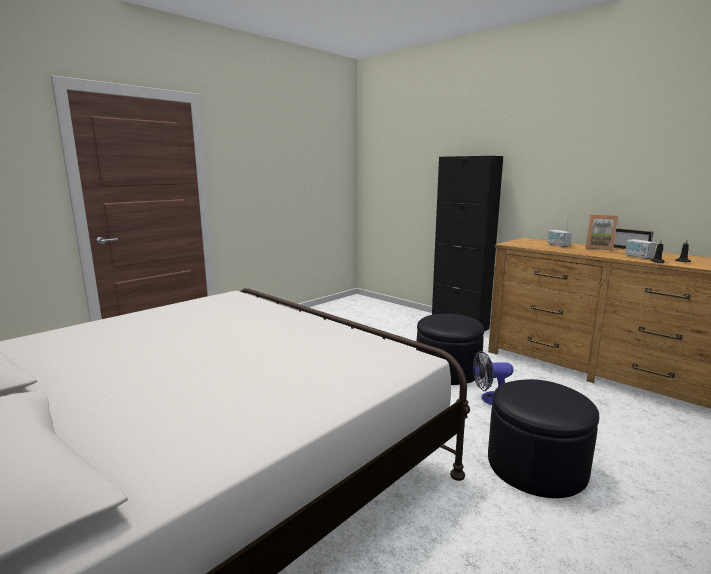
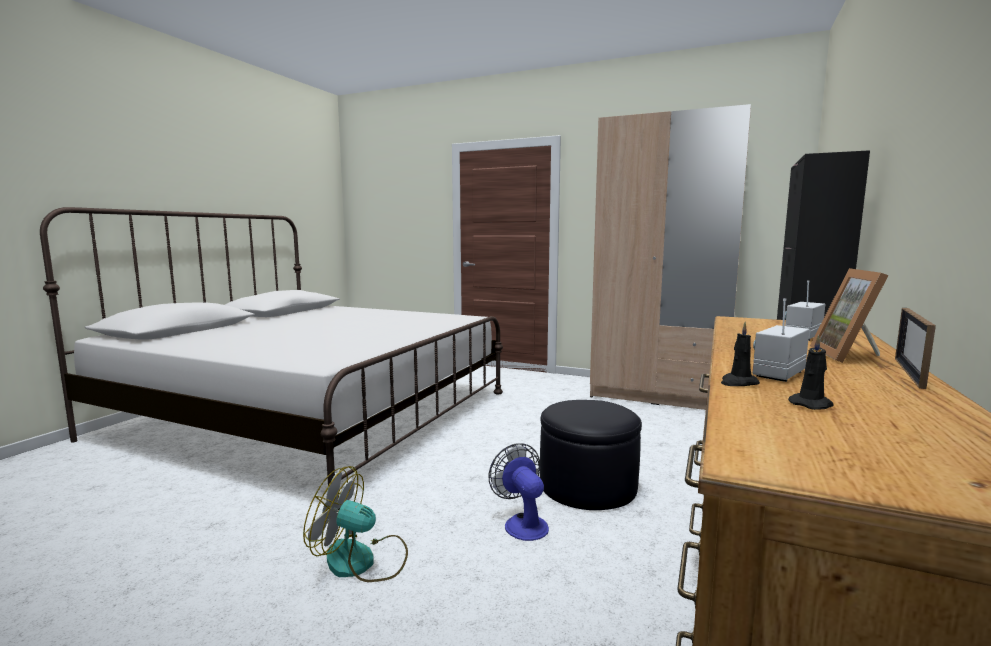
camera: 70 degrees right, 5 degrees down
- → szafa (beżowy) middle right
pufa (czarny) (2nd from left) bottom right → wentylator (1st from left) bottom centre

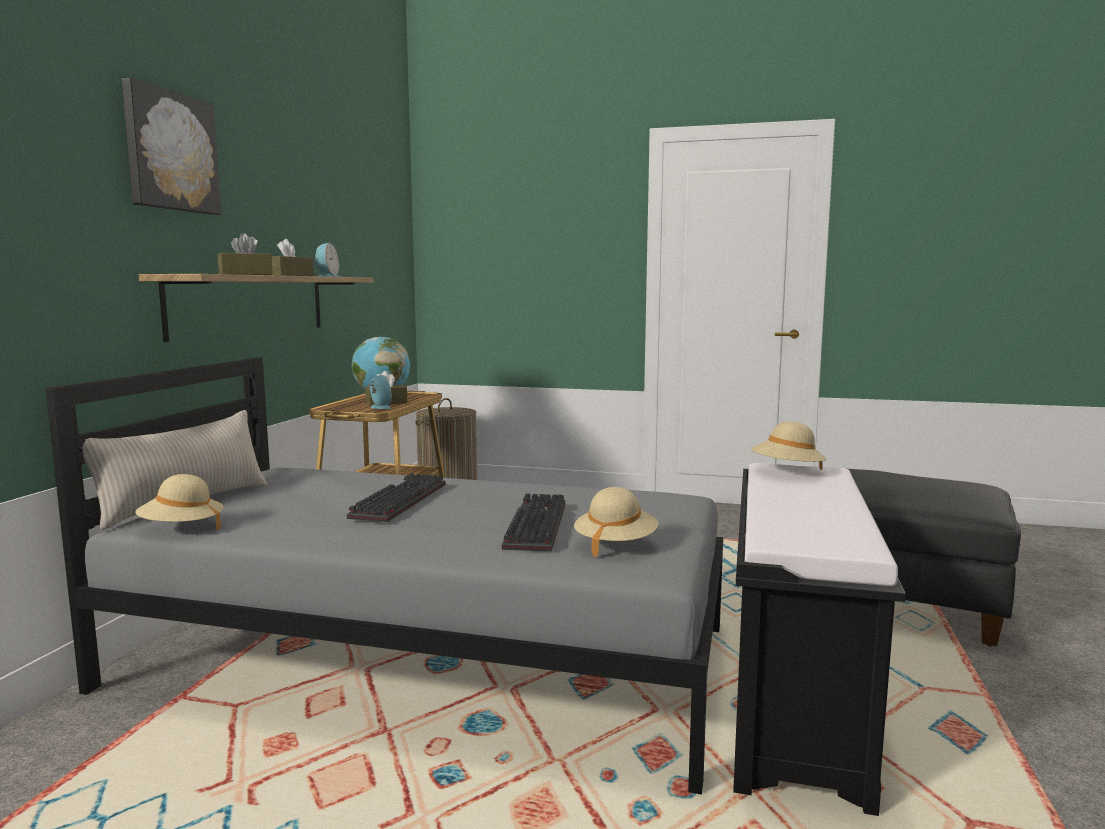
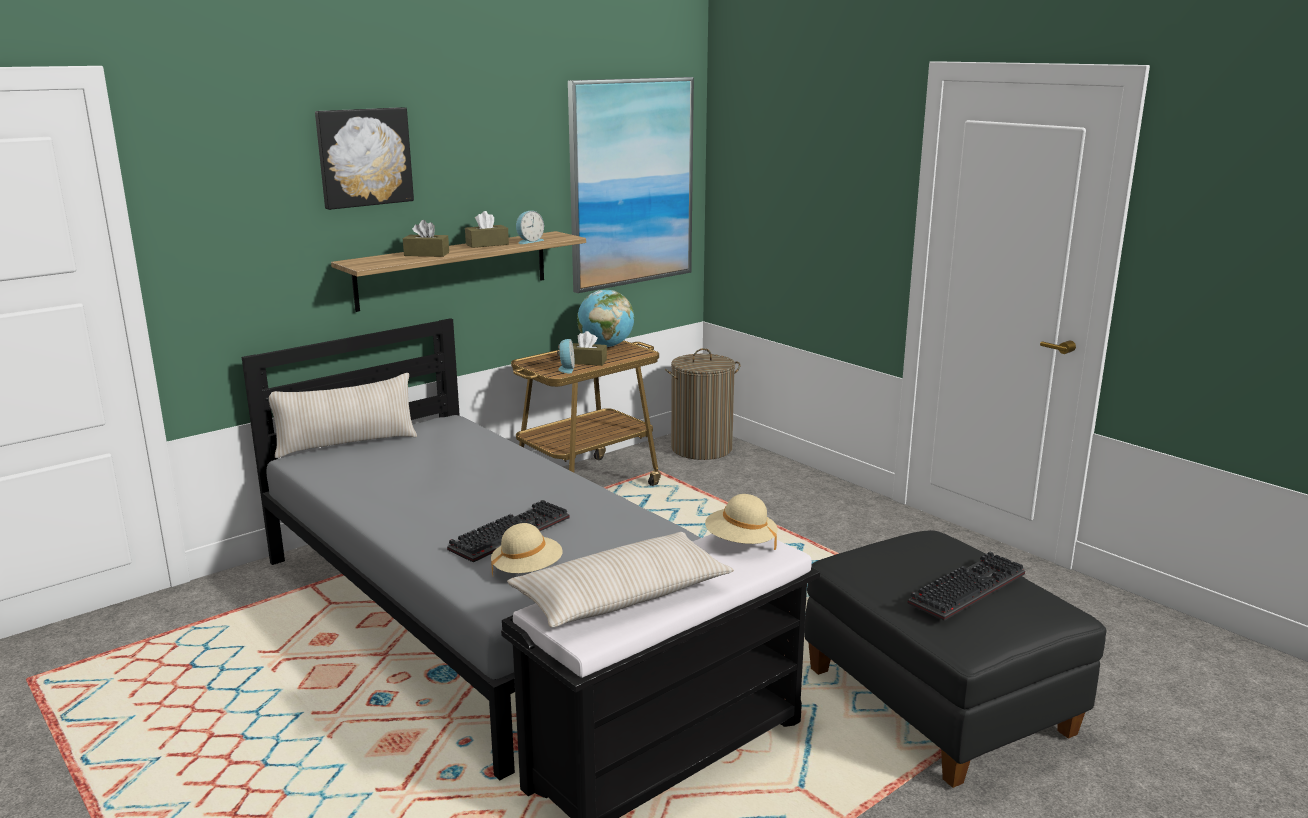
camera: 35 degrees right, 10 degrees up
kapelusz (beżowy) (1st from left) middle left → -
- → poduszka (beżowy) (2nd from left) bottom centre
- → obraz (2nd from left) top centre
klawiatura (1st from left in the first image) centre → klawiatura (2nd from left) bottom right, moved

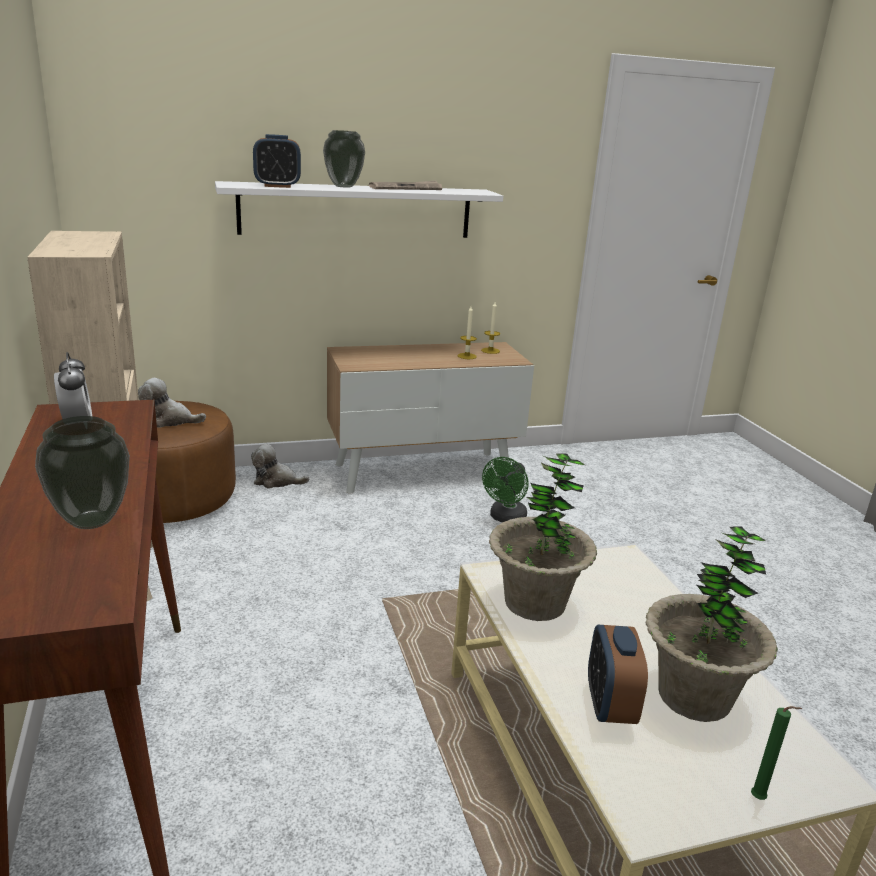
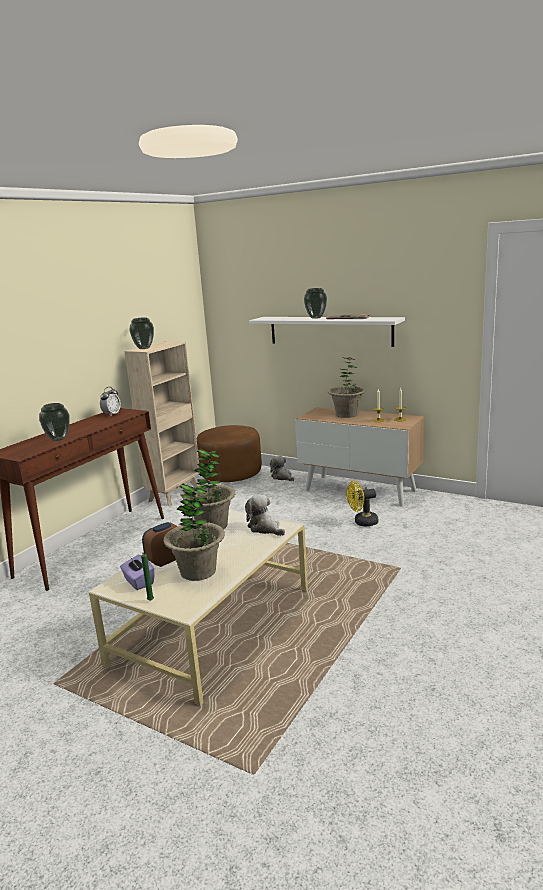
camera: 50 degrees right, 5 degrees down
budzik (2nd from left) top left → -
- → pudełko chusteczek (fioletowy) middle left
- → wazon (2nd from left) middle left
- → roślina doniczkowa (3rd from left) centre
pluszak (1st from left) middle left → pluszak (1st from left) centre, moved
wentylator (zielony) centre → wentylator (żółty) middle right

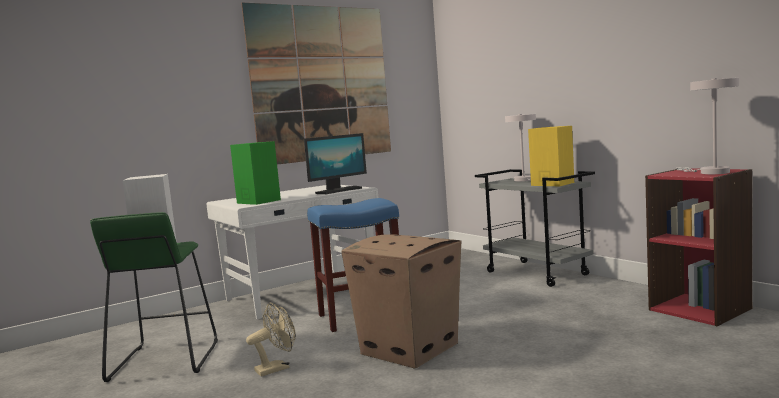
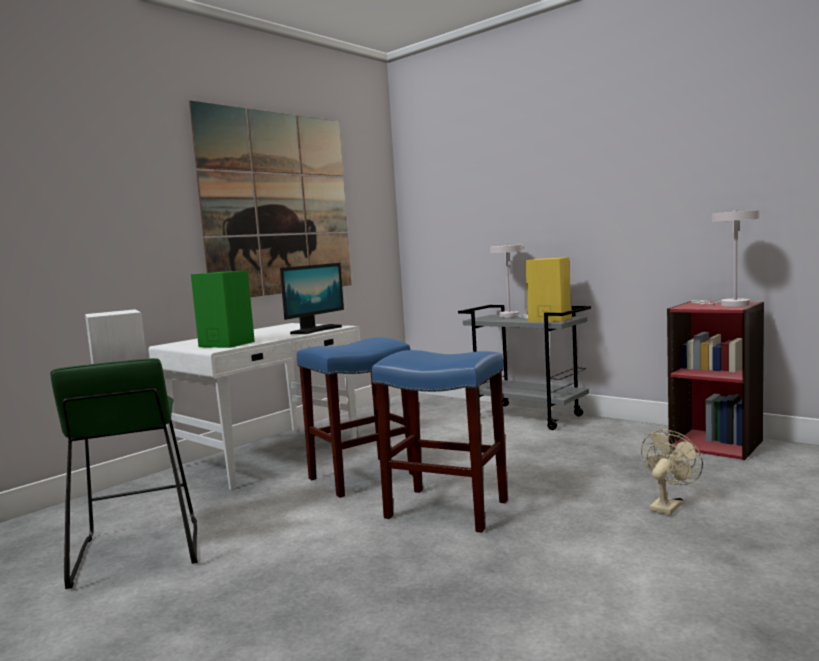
camera: 15 degrees left, 0 degrees up
wentylator (beżowy) bottom centre → wentylator (beżowy) bottom right, moved
karton bottom centre → stołek (niebieski) (2nd from left) bottom centre

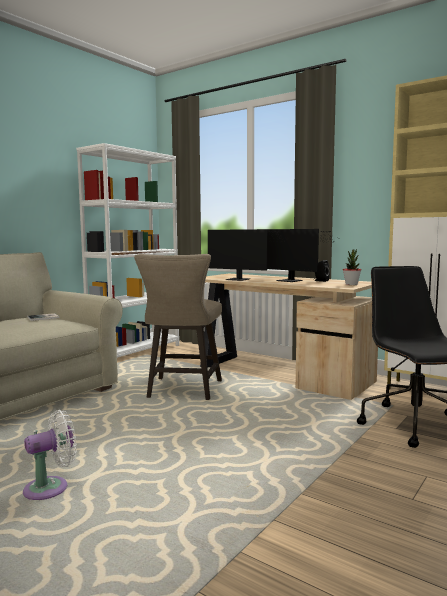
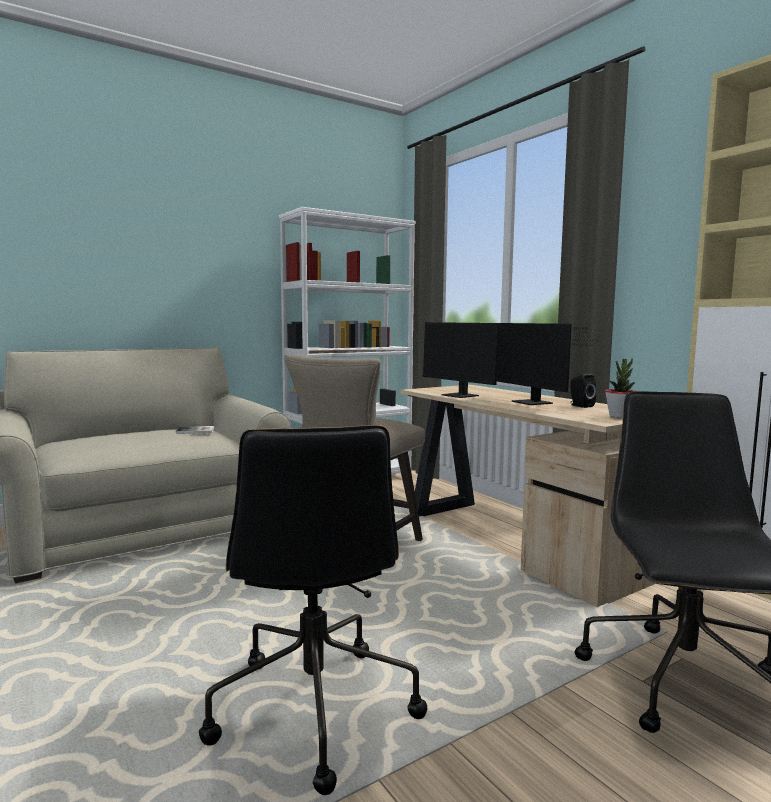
camera: 20 degrees right, 0 degrees up
wentylator (biały) bottom left → -
- → krzesło biurowe (czarny) (1st from left) bottom centre

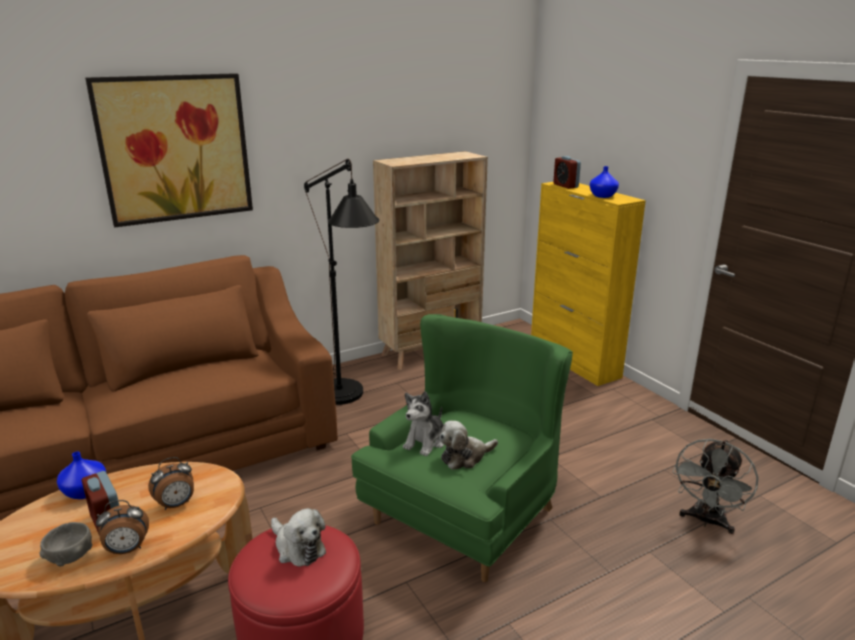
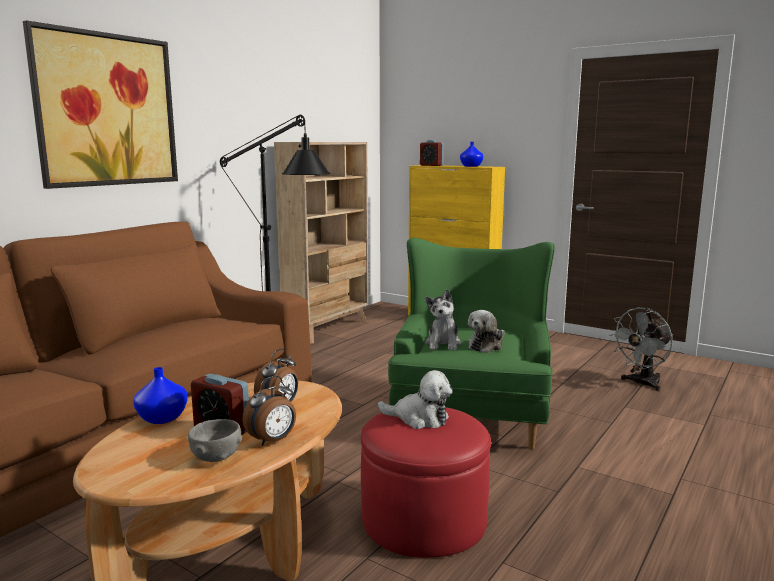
camera: 25 degrees left, 10 degrees down
wentylator (szary) bottom right → wentylator (szary) middle right, 45 degrees clockwise

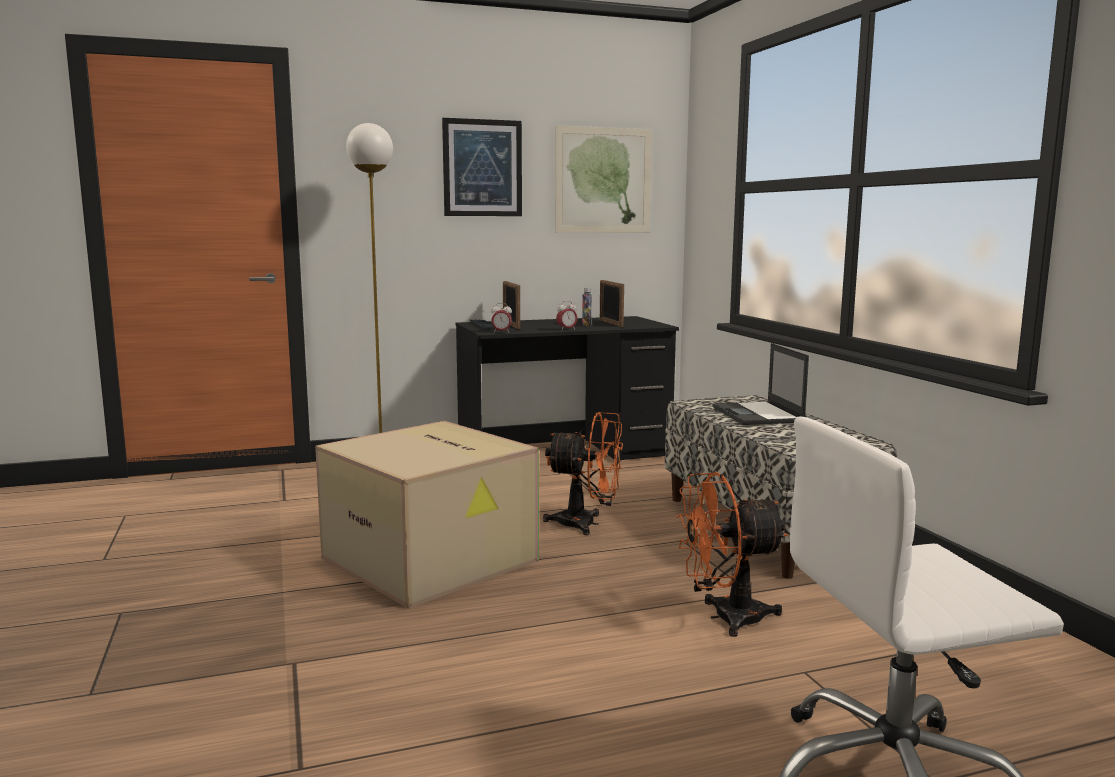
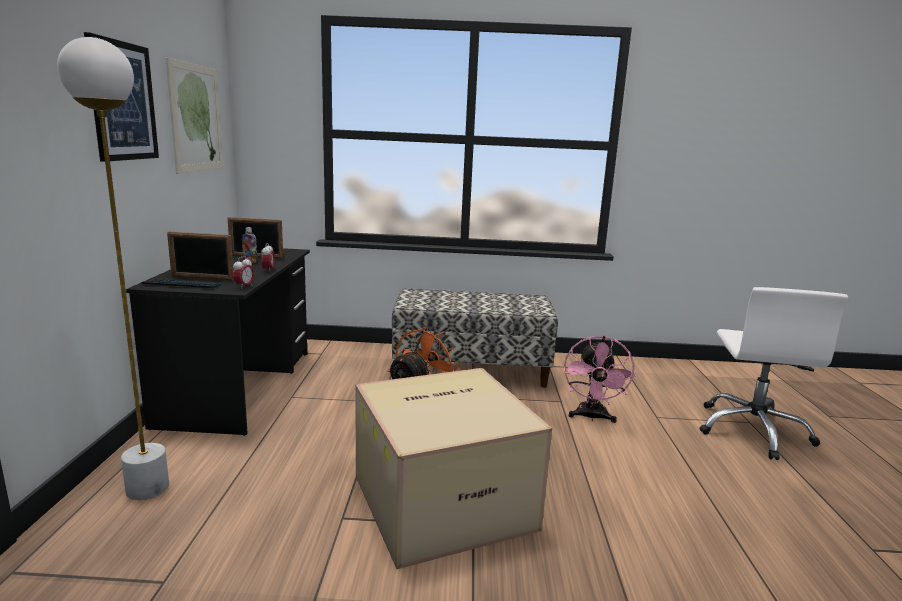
camera: 70 degrees left, 5 degrees up
laptop middle right → -
wentylator (pomarańczowy) (2nd from left) bottom centre → wentylator (różowy) centre

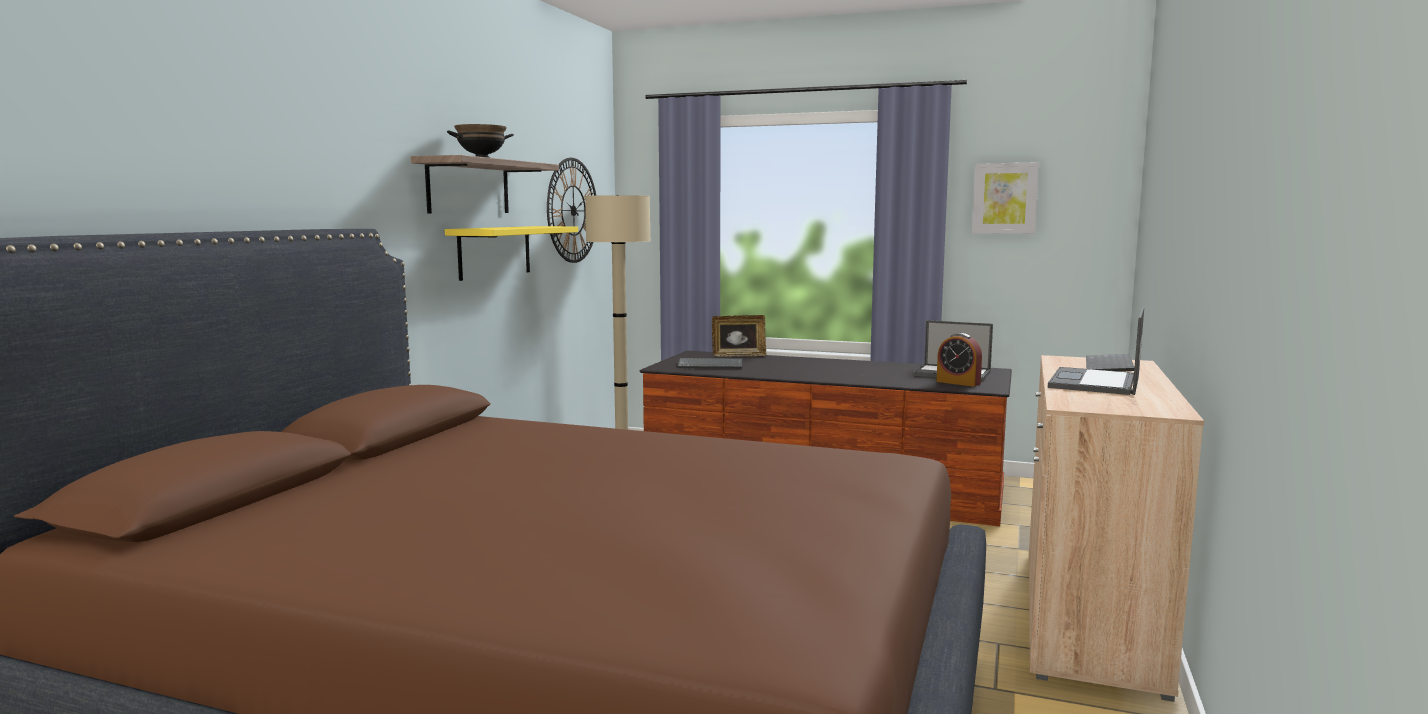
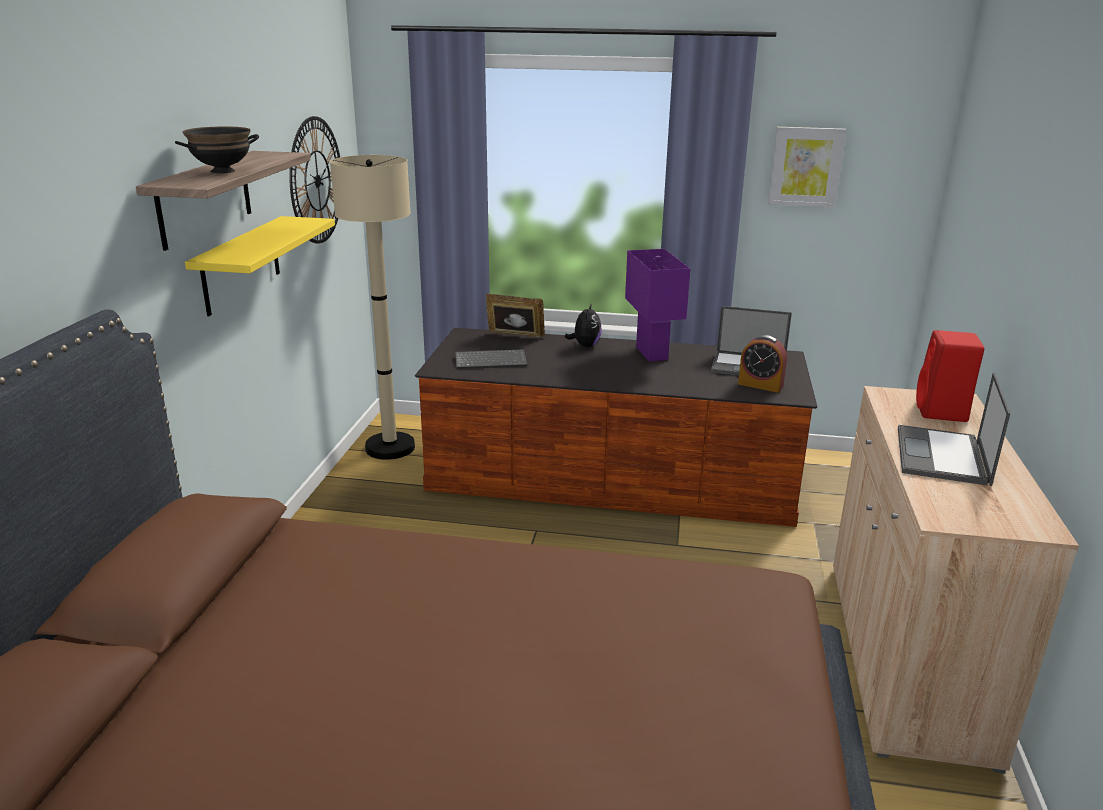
camera: 10 degrees left, 15 degrees up
- → pluszak centre
- → lampa stołowa (fioletowy) centre
klawiatura (2nd from left) middle right → głośnik (czerwony) middle right
ramka na zdjęcie centre, 150 degrees counterclockwise

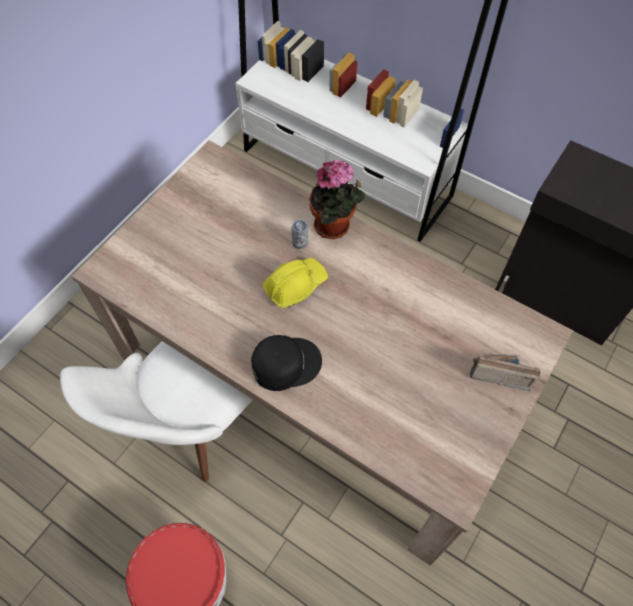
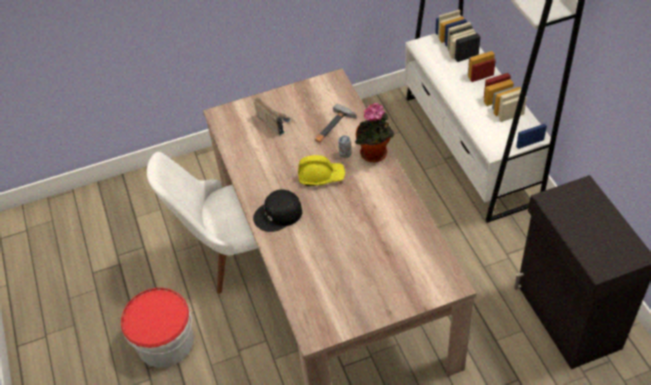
camera: 40 degrees right, 10 degrees down
- → młotek top centre
radio middle right → radio top centre, moved
czapka z daszkiem (czarny) centre, 135 degrees clockwise

